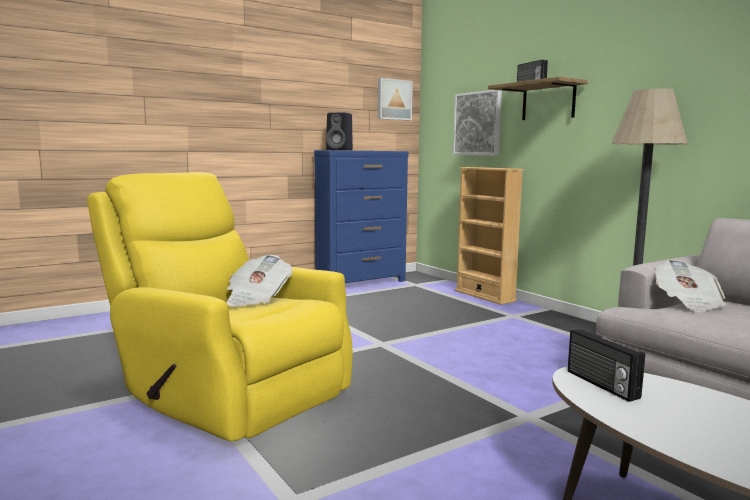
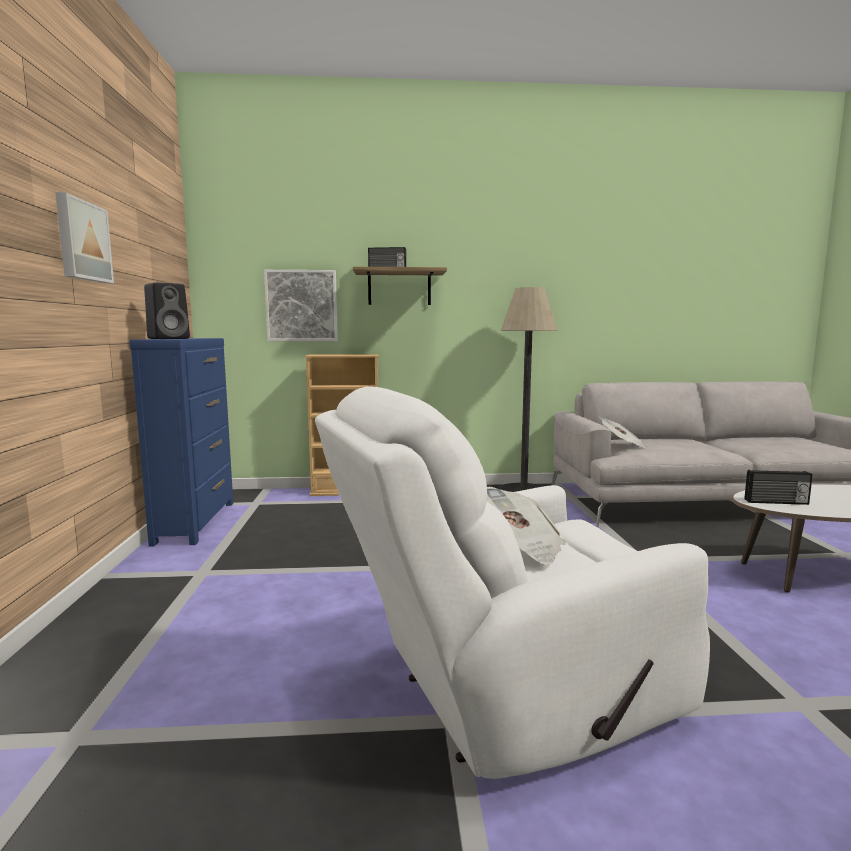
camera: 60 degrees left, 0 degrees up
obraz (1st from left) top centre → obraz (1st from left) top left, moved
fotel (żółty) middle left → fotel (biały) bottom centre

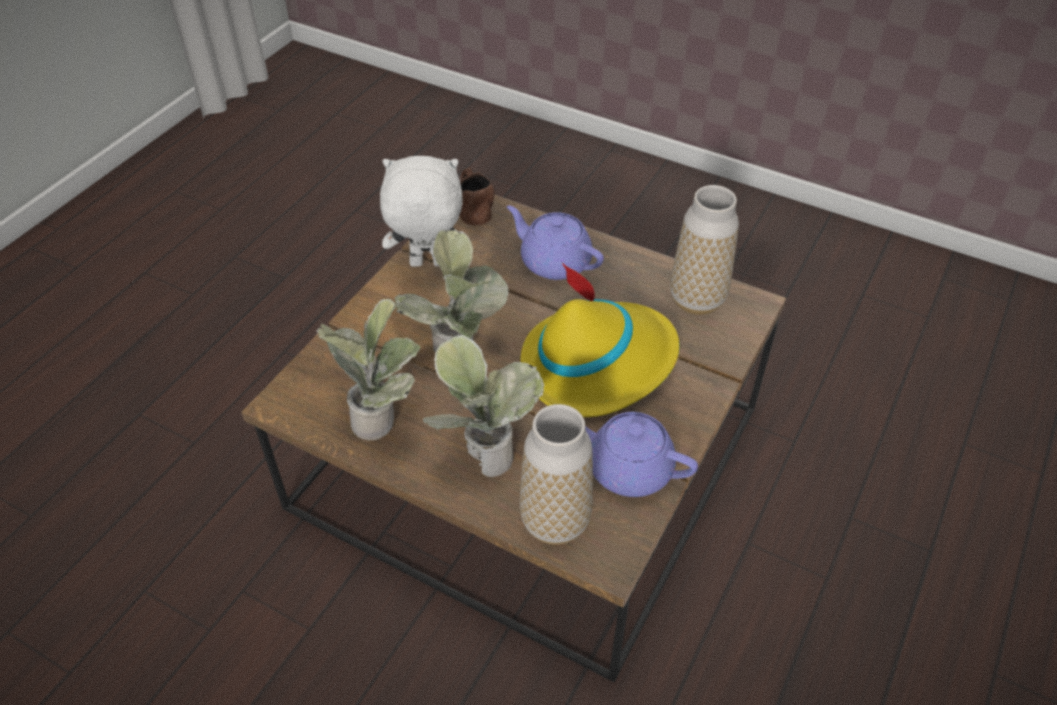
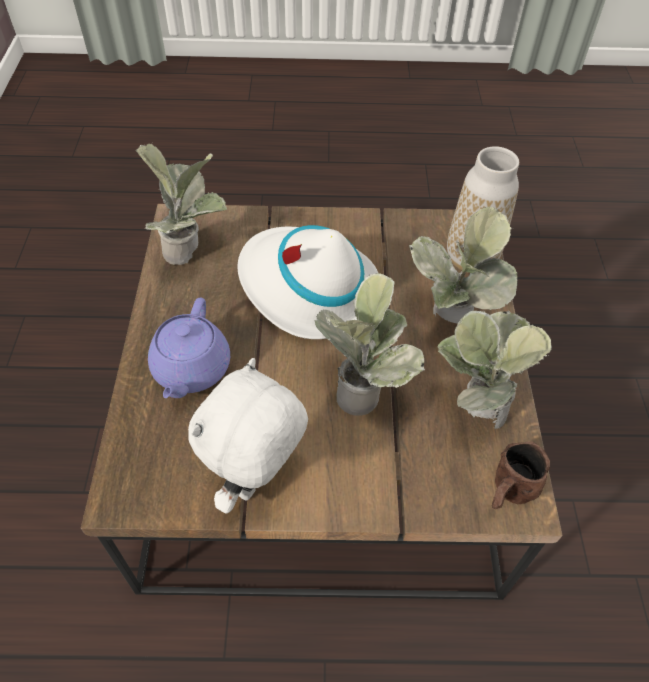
camera: 120 degrees left, 5 degrees up
imbryk (fioletowy) (2nd from left) centre → -
kubek (brązowy) top centre → kubek (brązowy) bottom right, moved
wazon (2nd from left) centre → roślina doniczkowa (1st from left) top left
kapelusz (żółty) centre → kapelusz (biały) centre
pluszak (biały) top centre → pluszak (biały) centre, 60 degrees clockwise

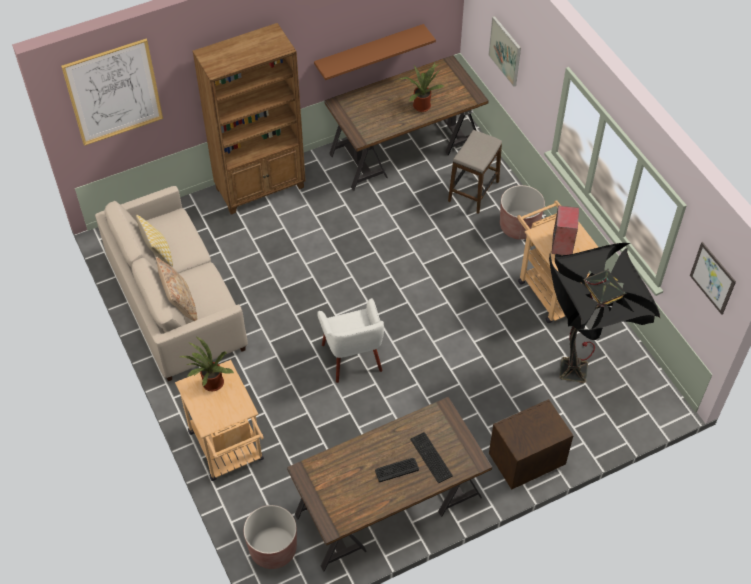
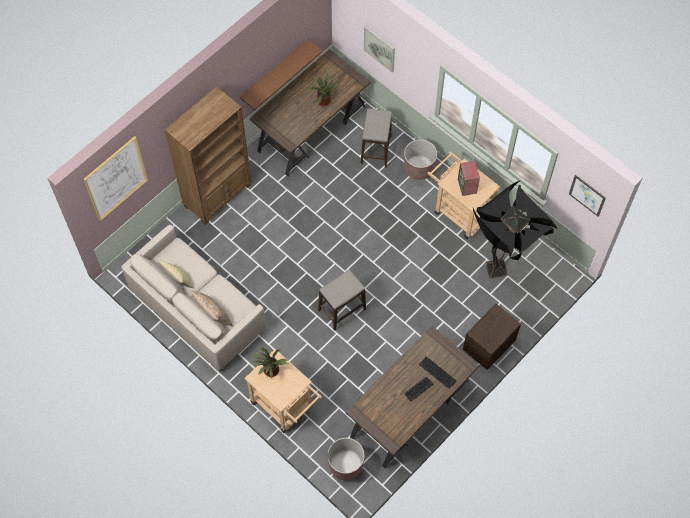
camera: 20 degrees left, 10 degrees up
fotel (biały) centre → stołek (1st from left) centre

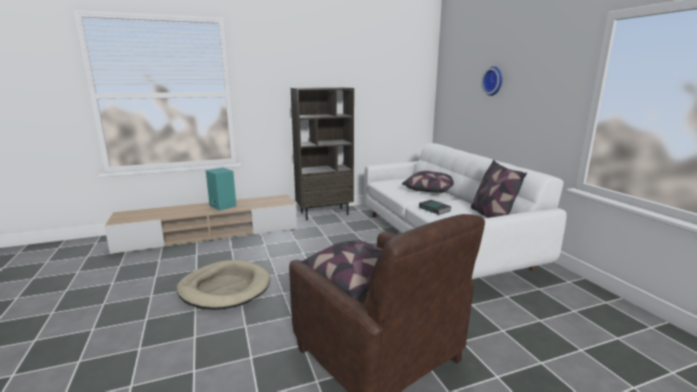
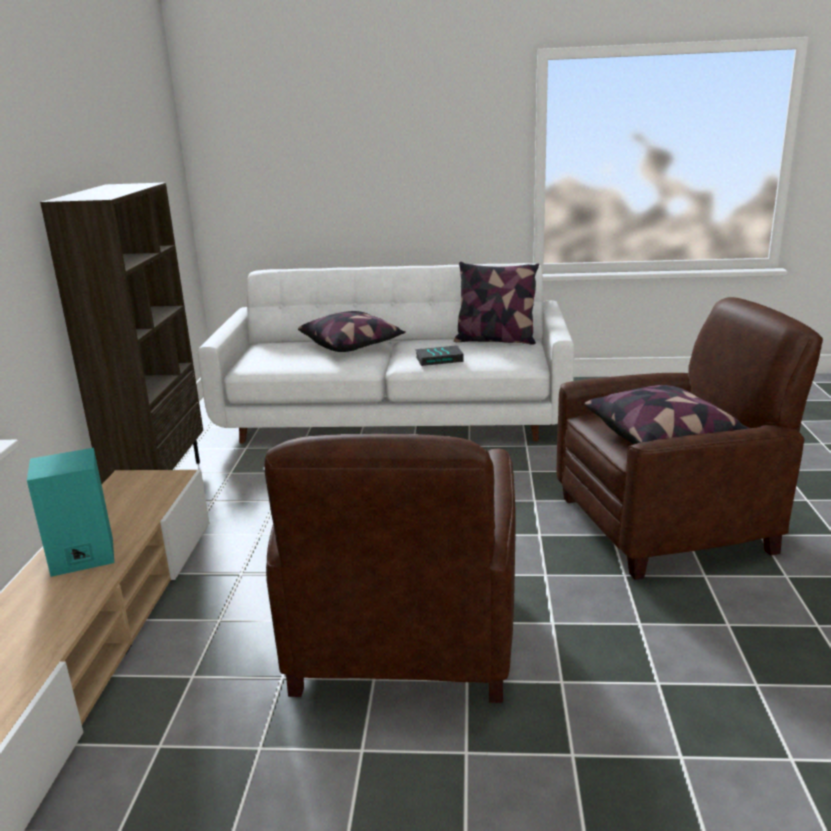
camera: 65 degrees left, 5 degrees up
zegar ścienny top right → -
legowisko (beżowy) bottom left → fotel (brązowy) (1st from left) bottom centre

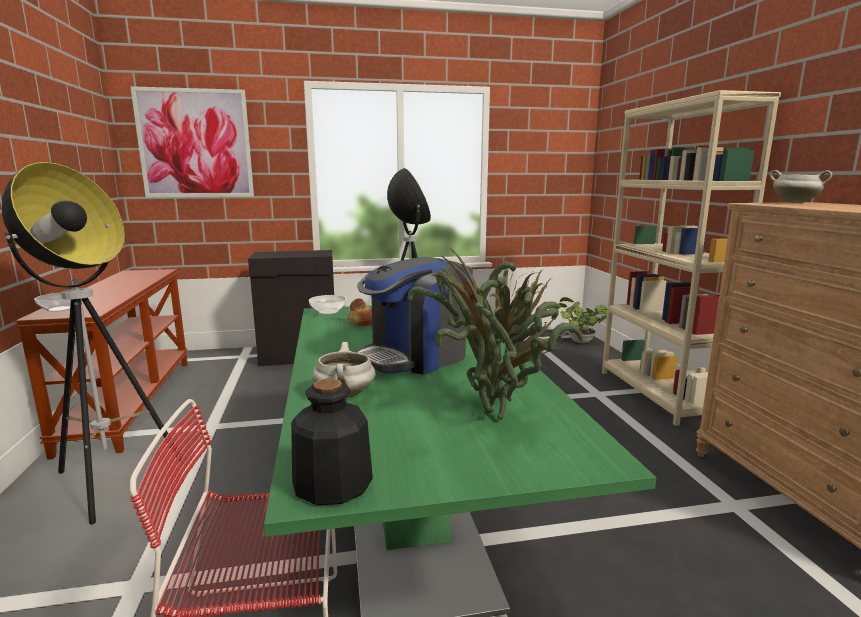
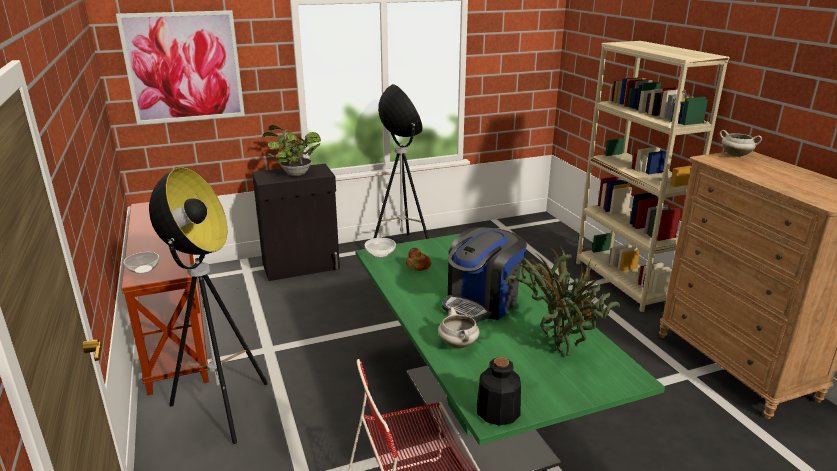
camera: 10 degrees left, 10 degrees up
roślina doniczkowa (2nd from left in the first image) middle right → roślina doniczkowa (1st from left) top centre, moved

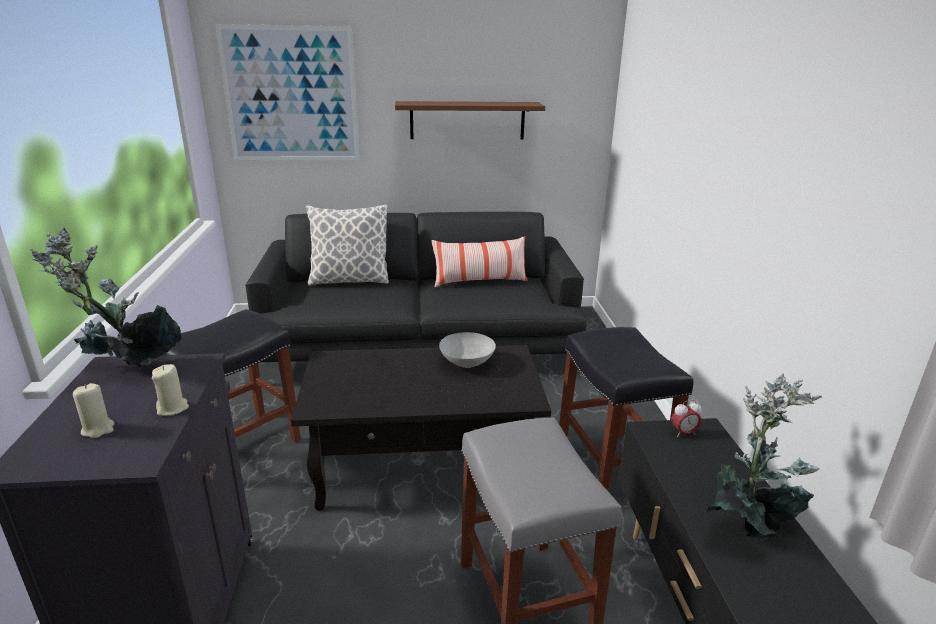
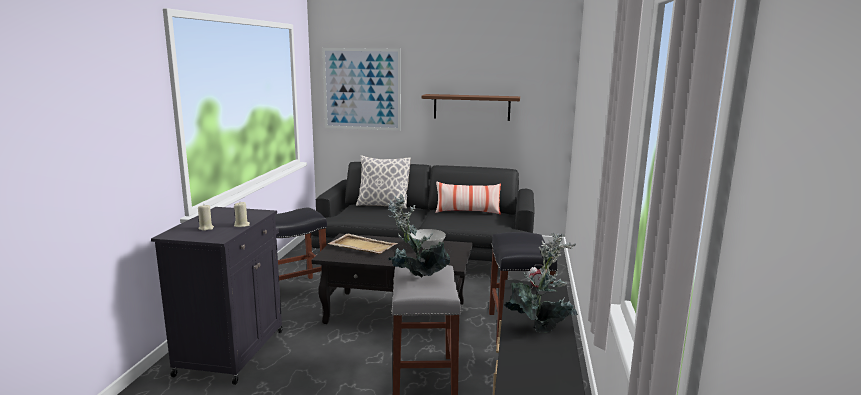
camera: 15 degrees right, 10 degrees down
- → taca (beżowy) centre
roślina doniczkowa (1st from left) middle left → roślina doniczkowa (1st from left) centre, moved

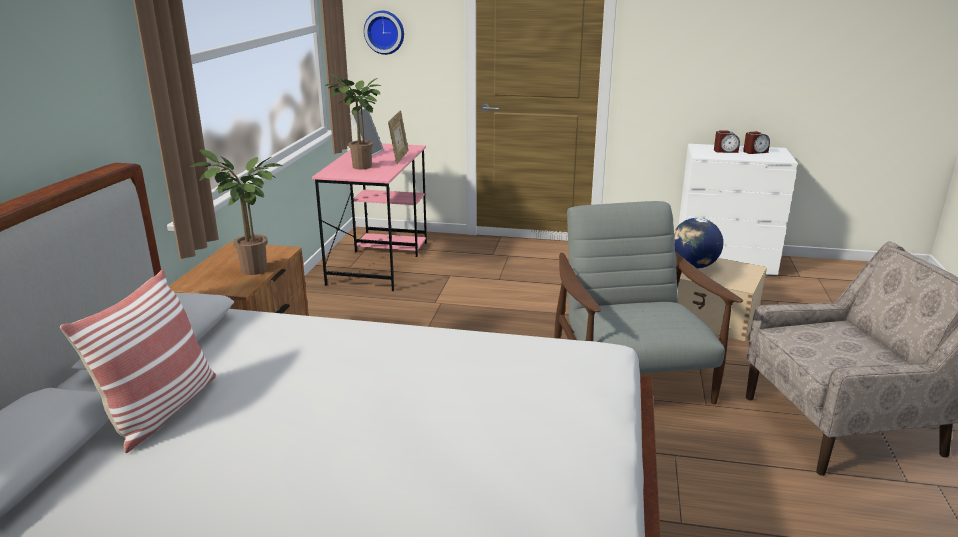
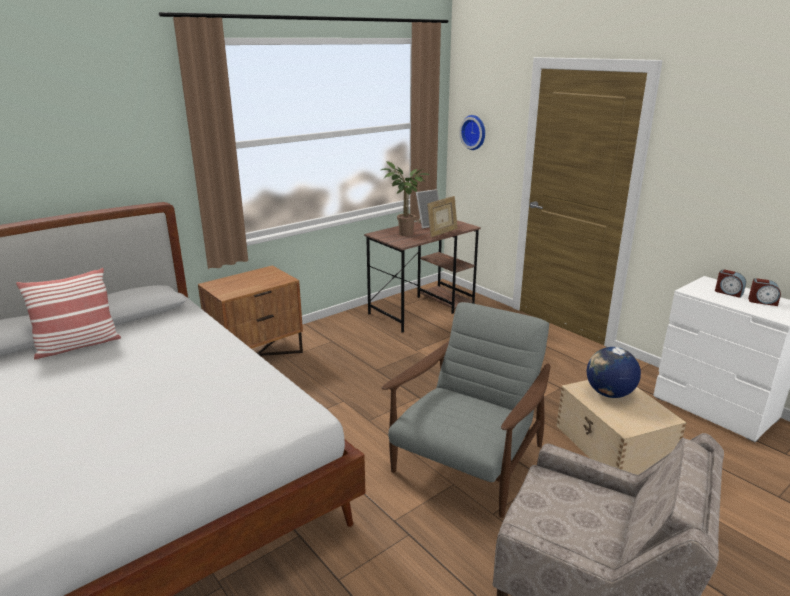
camera: 40 degrees right, 0 degrees up
roślina doniczkowa (1st from left) middle left → -
biurko (różowy) centre → biurko (brązowy) centre

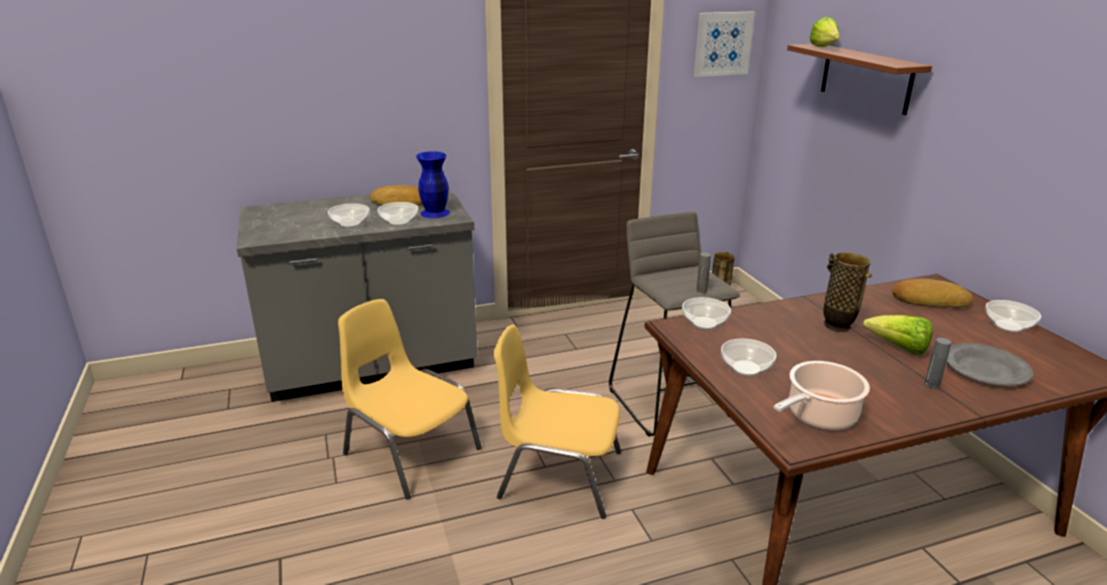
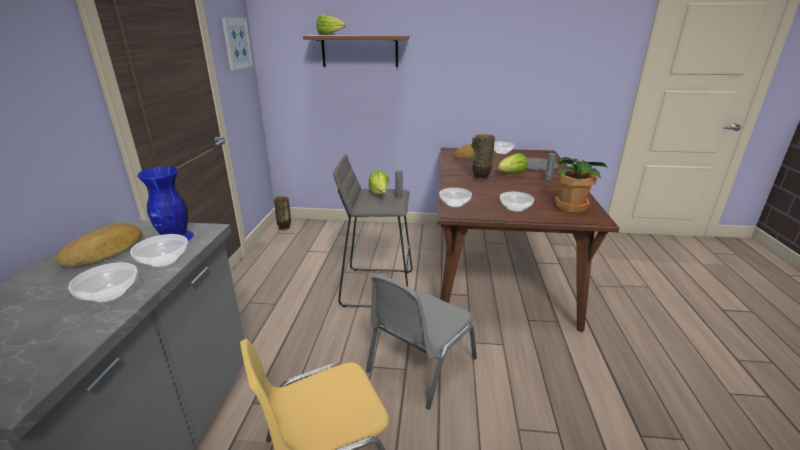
camera: 65 degrees left, 0 degrees up
- → sałata (2nd from left) centre
garnek bottom right → roślina doniczkowa middle right
krzesło (żółty) (2nd from left) bottom centre → krzesło (szary) bottom centre

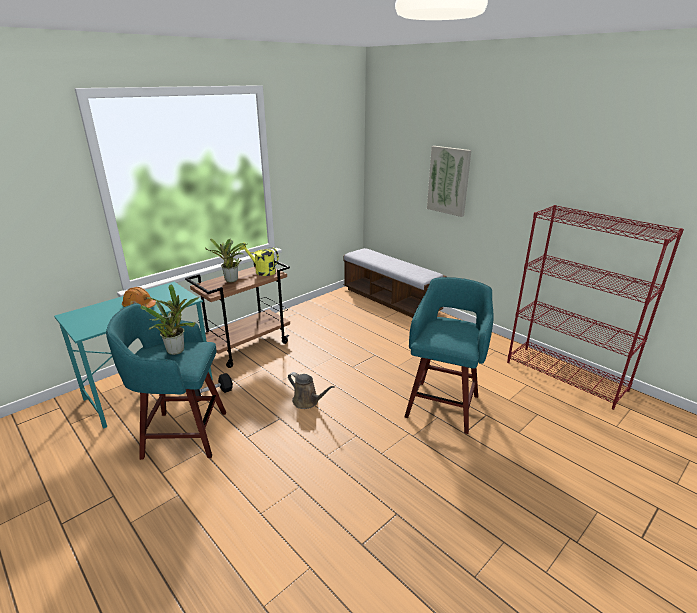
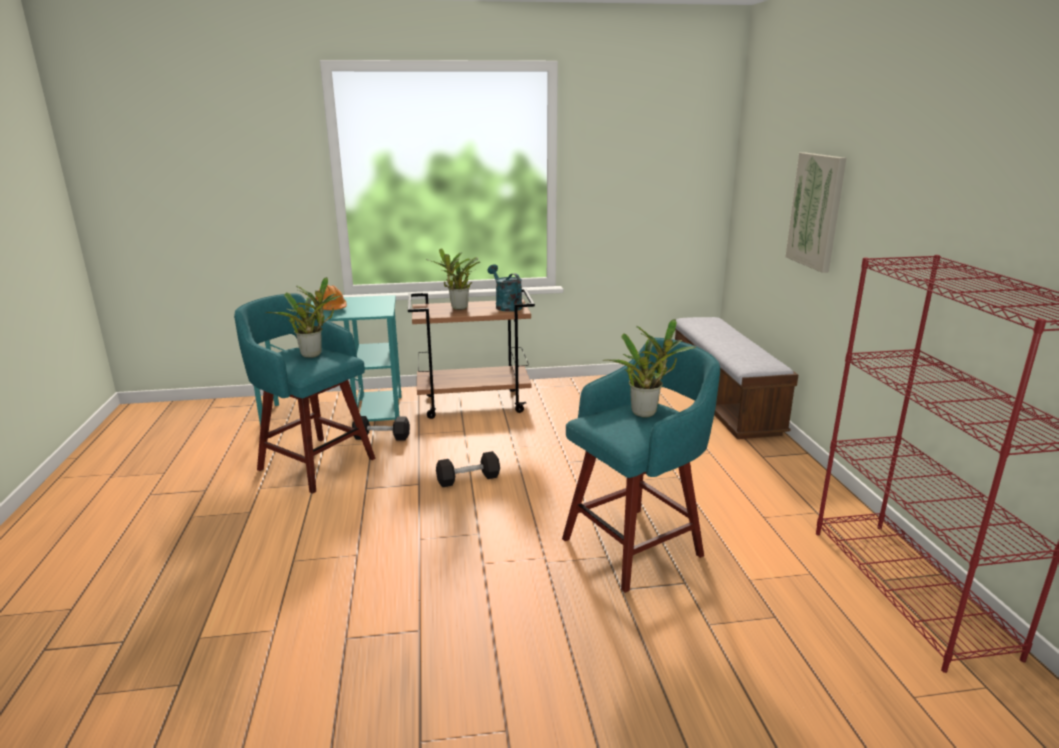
camera: 35 degrees right, 5 degrees down
- → roślina doniczkowa (3rd from left) centre
konewka (brązowy) centre → hantel (czarny) (2nd from left) centre
konewka (żółty) centre → konewka (turkusowy) centre

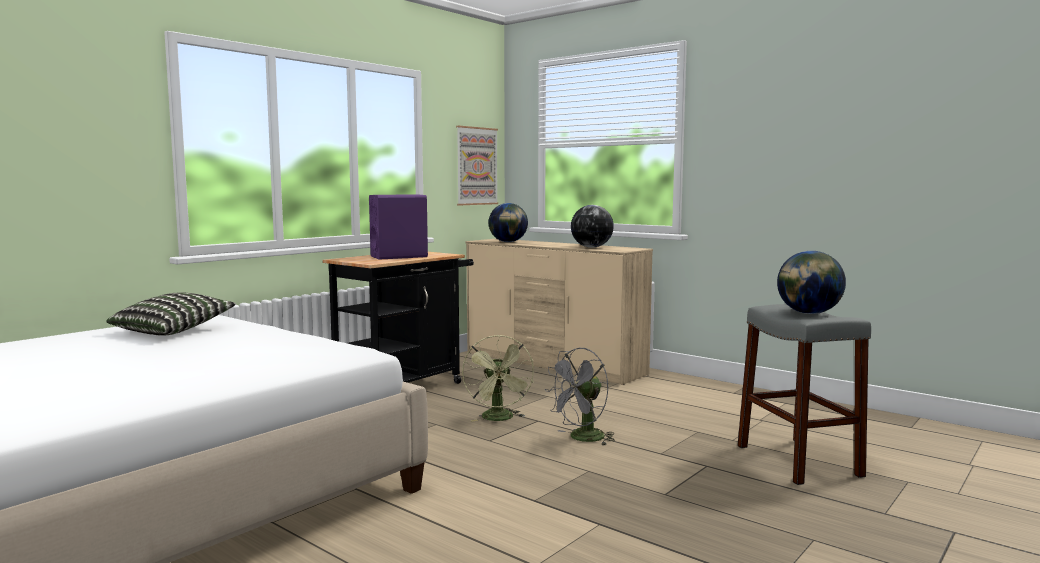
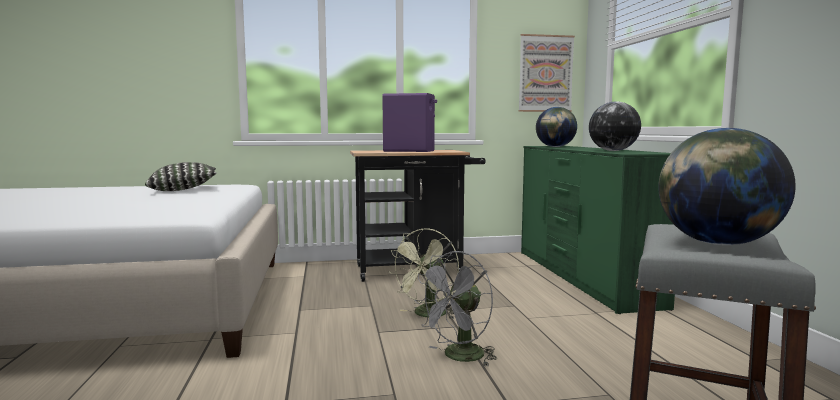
camera: 40 degrees right, 0 degrees up
komoda (beżowy) centre → komoda (zielony) middle right
wentylator (szary) bottom centre, 45 degrees counterclockwise

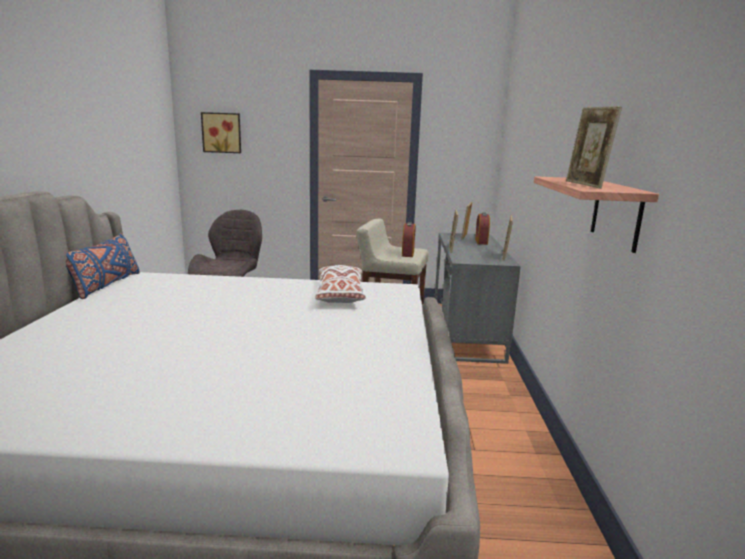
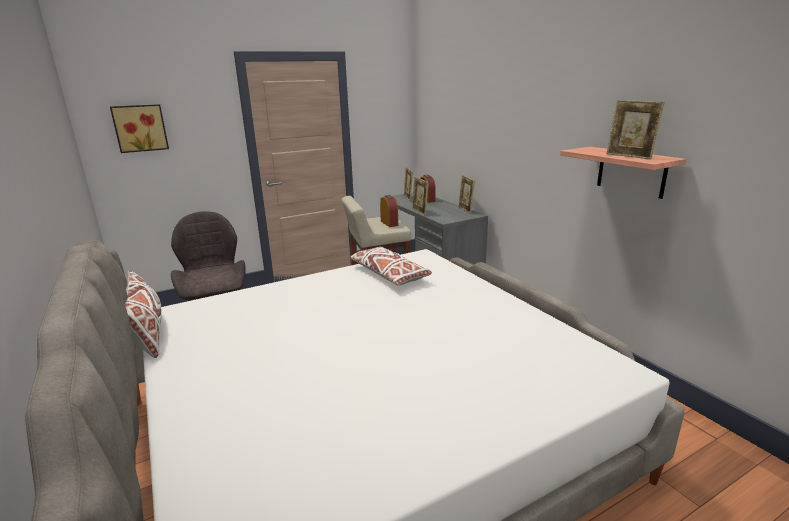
camera: 30 degrees left, 5 degrees up
poduszka (niebieski) middle left → poduszka (biały) (1st from left) middle left

